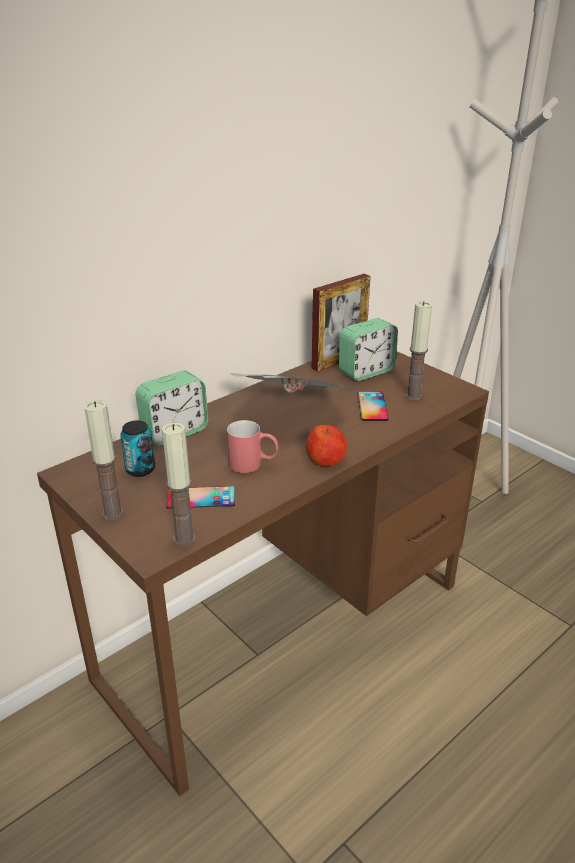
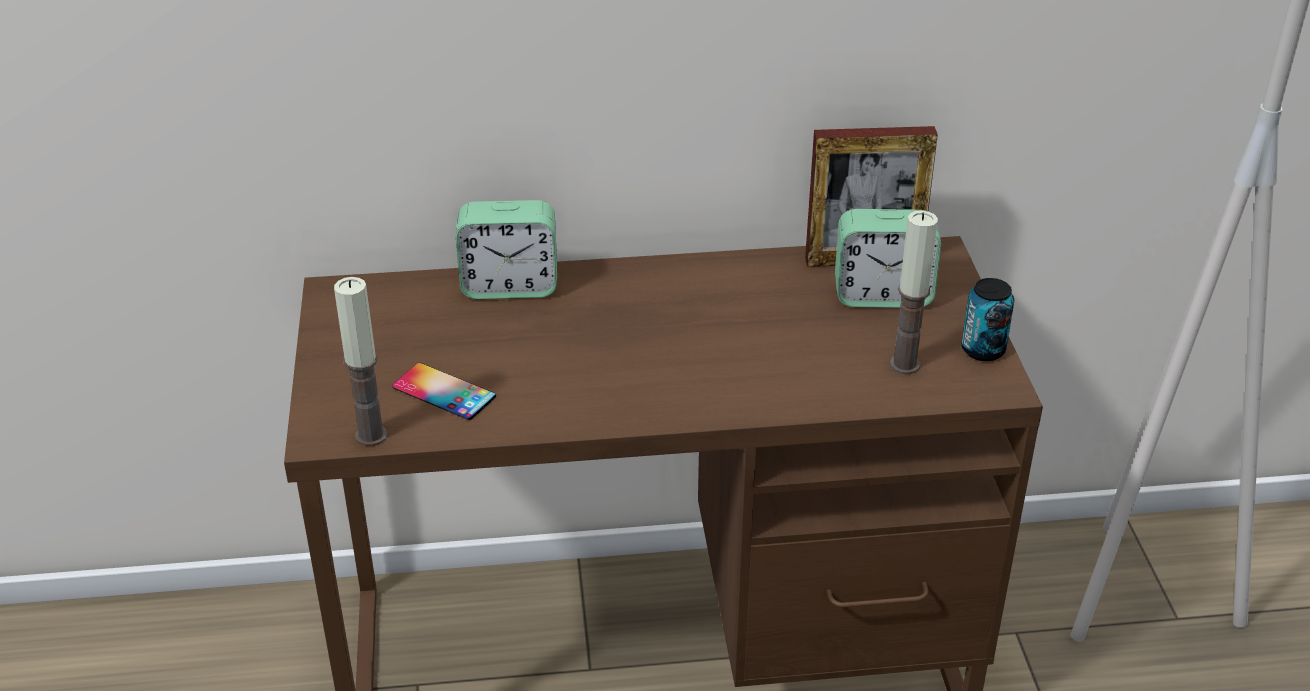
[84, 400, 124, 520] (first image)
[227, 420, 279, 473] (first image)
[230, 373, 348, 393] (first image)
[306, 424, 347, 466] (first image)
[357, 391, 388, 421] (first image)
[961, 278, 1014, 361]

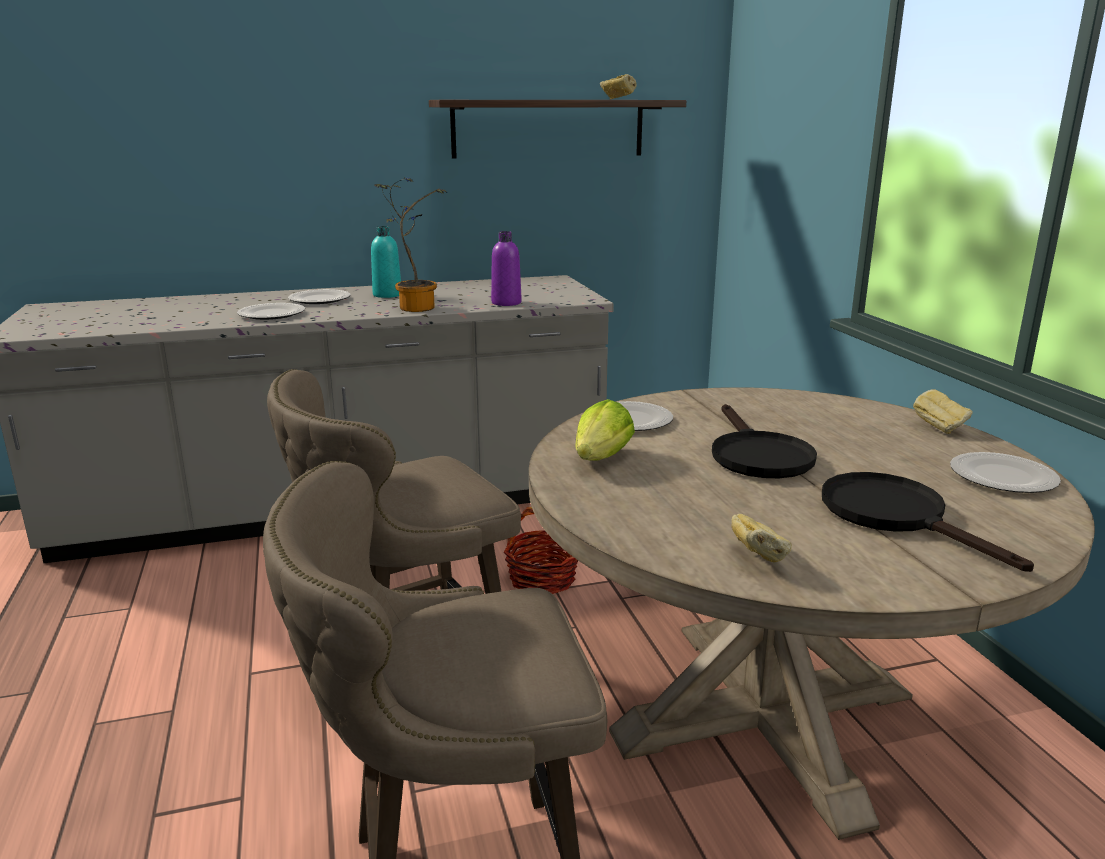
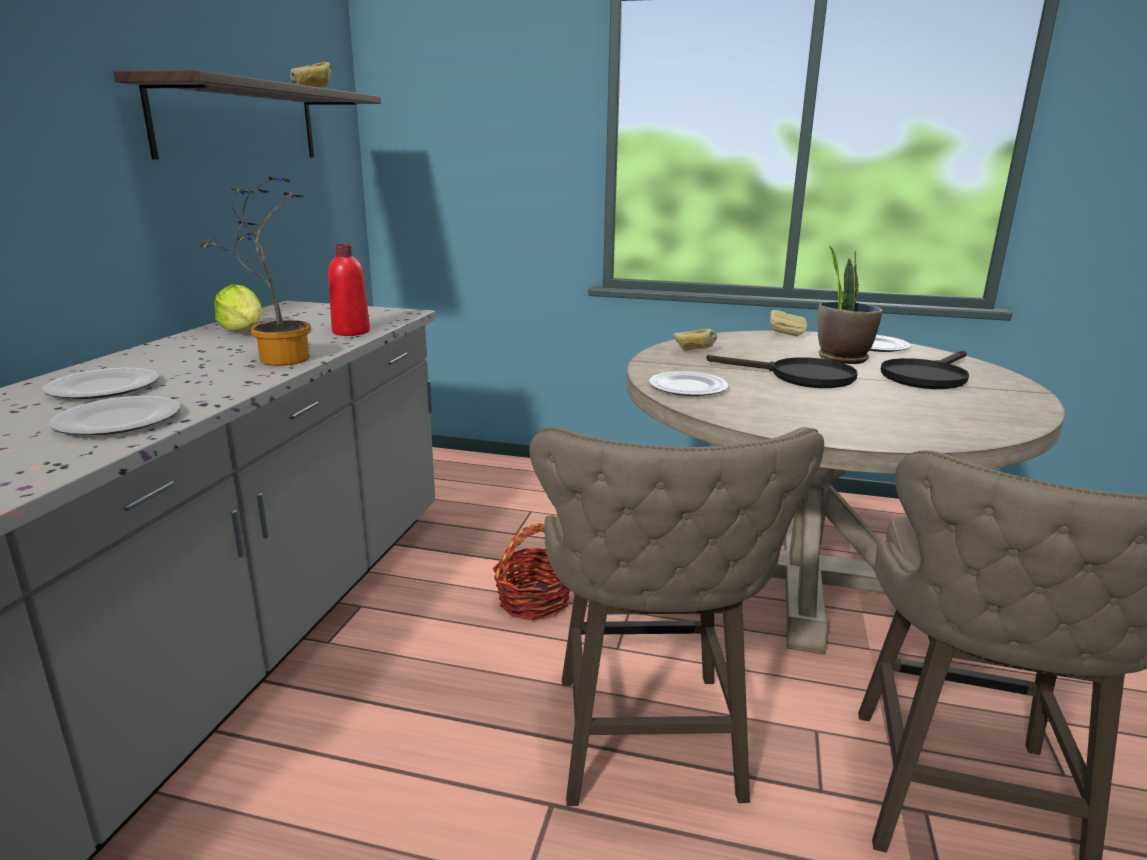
[371, 226, 401, 298] (first image)
[818, 246, 883, 364]
[214, 284, 262, 332]
[674, 329, 717, 351]
[328, 244, 370, 336]
[881, 351, 969, 389]

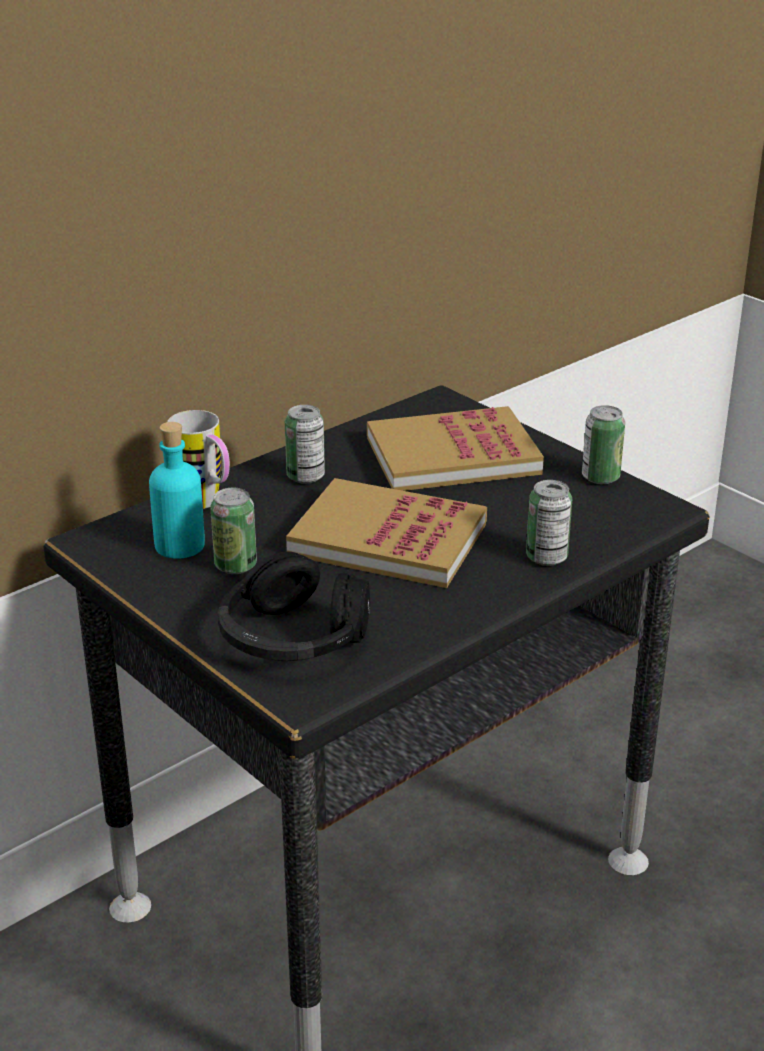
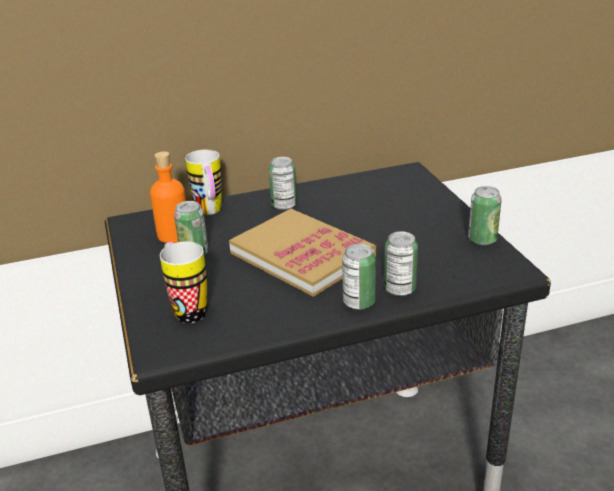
[367, 406, 544, 491] (first image)
[342, 244, 376, 310]
[160, 241, 207, 323]
[150, 151, 186, 243]

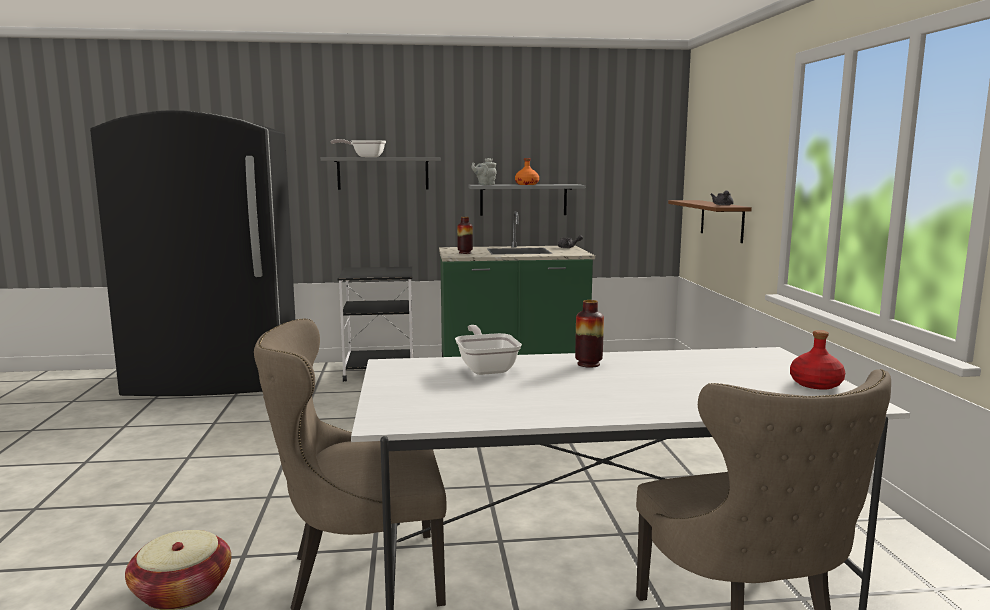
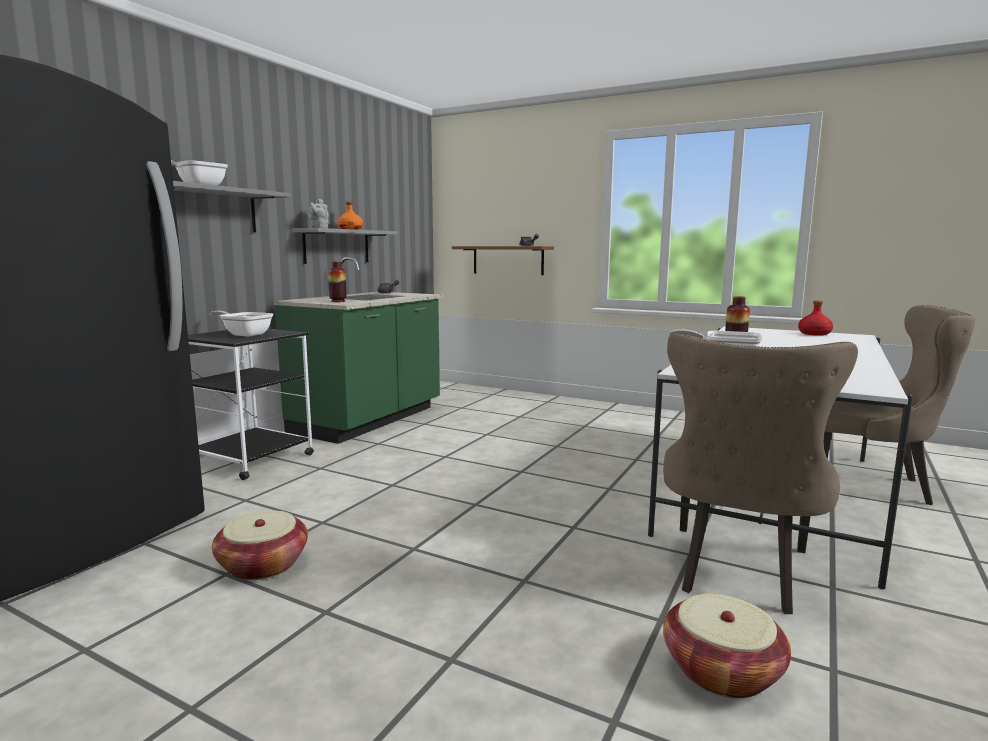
[210, 311, 273, 337]
[212, 511, 308, 580]

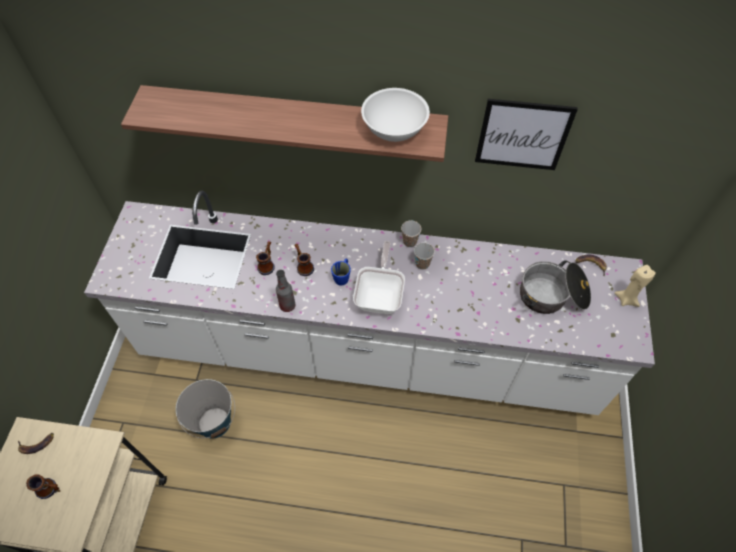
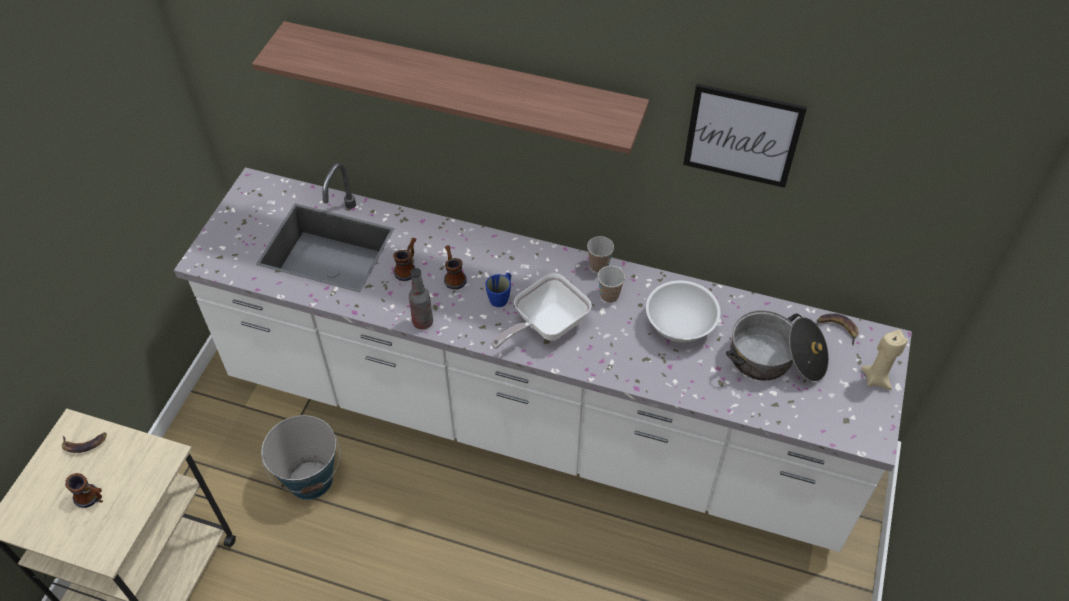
[646, 280, 720, 343]
[491, 273, 592, 349]

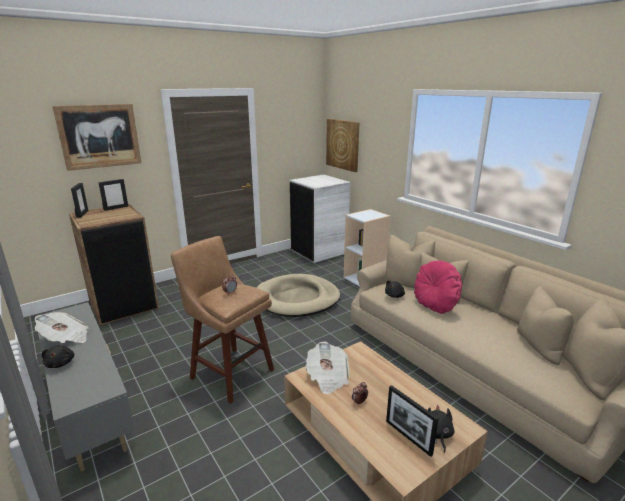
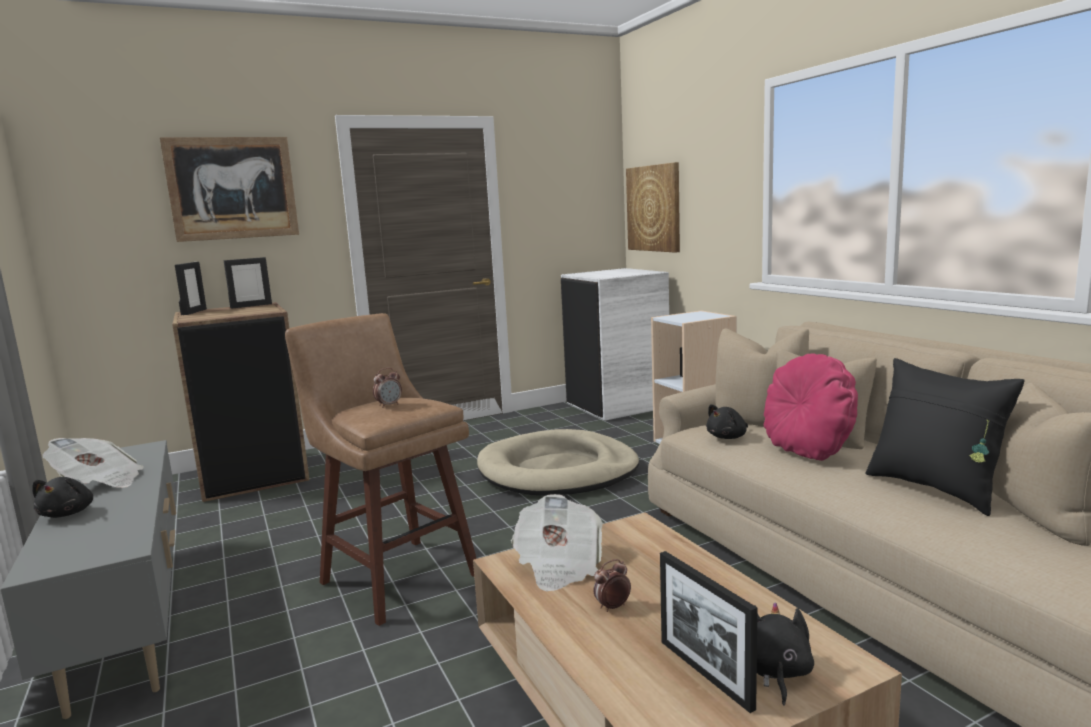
[866, 358, 1025, 516]

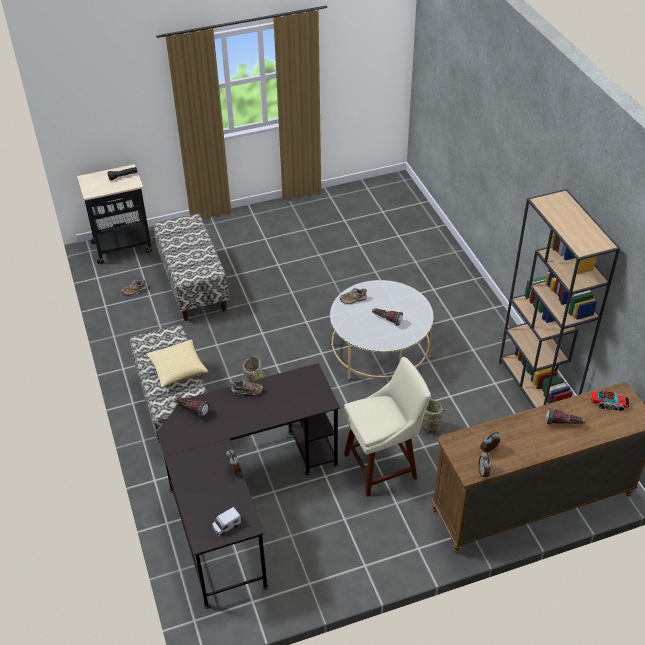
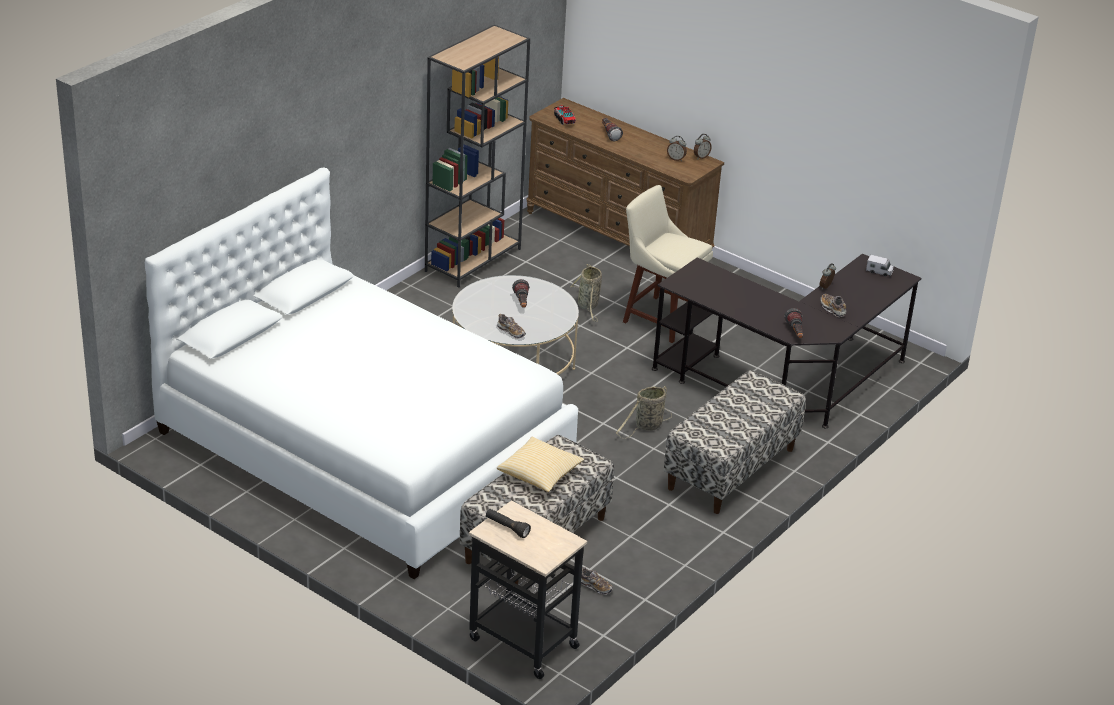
[145, 168, 578, 579]
[497, 437, 584, 492]
[820, 294, 846, 317]

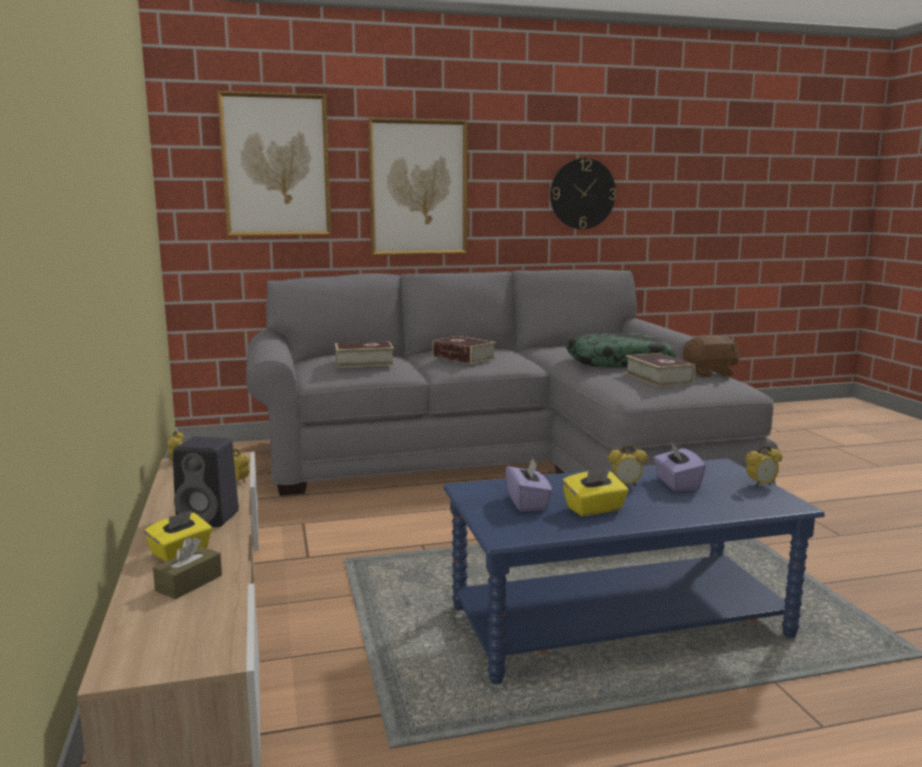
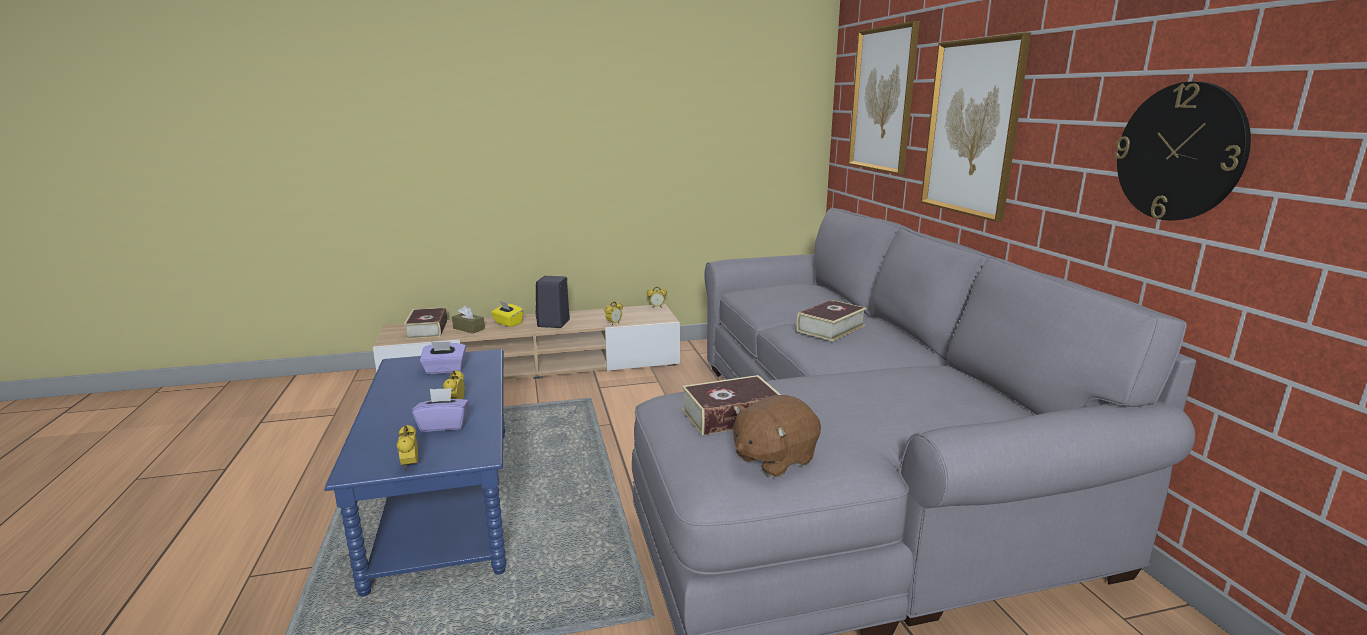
[562, 468, 628, 517] (first image)
[565, 333, 676, 368] (first image)
[404, 308, 447, 339]
[733, 395, 821, 477]

